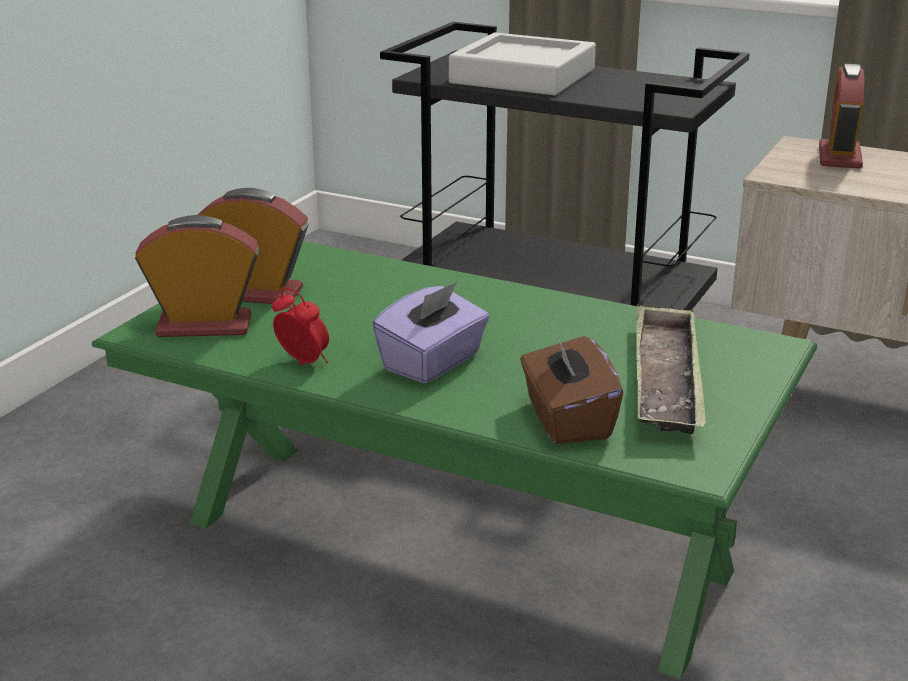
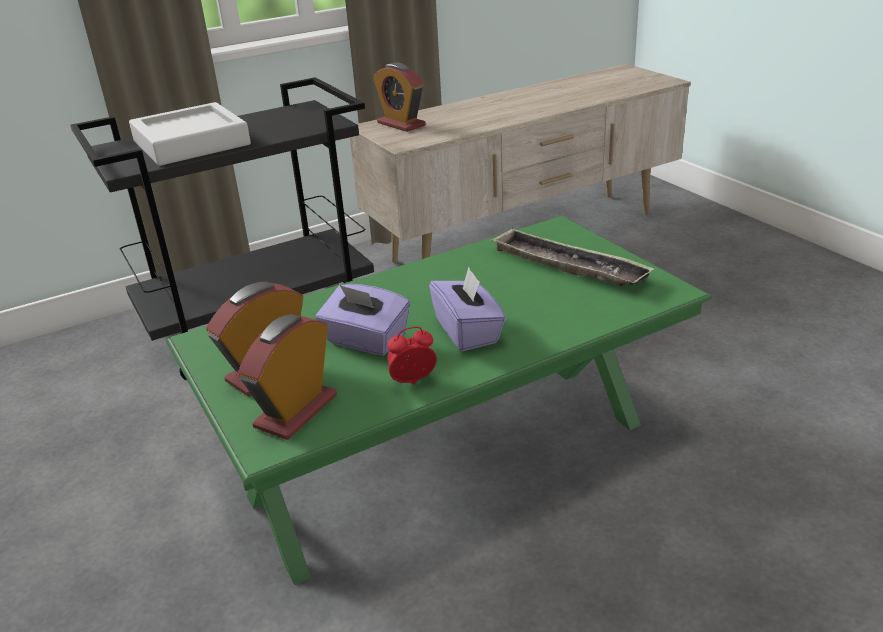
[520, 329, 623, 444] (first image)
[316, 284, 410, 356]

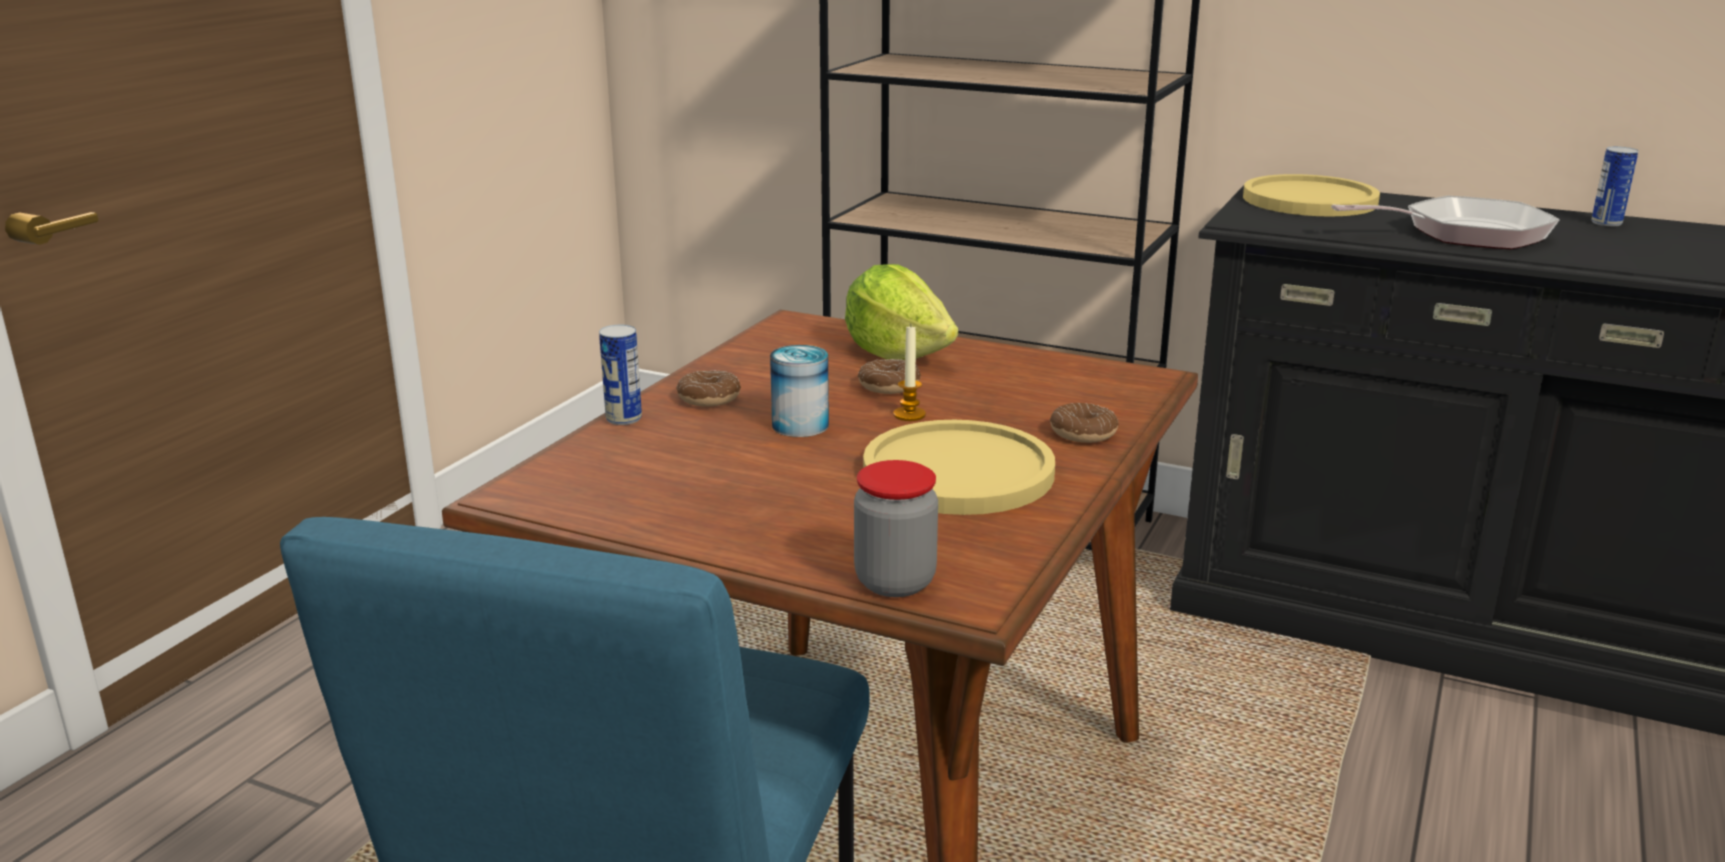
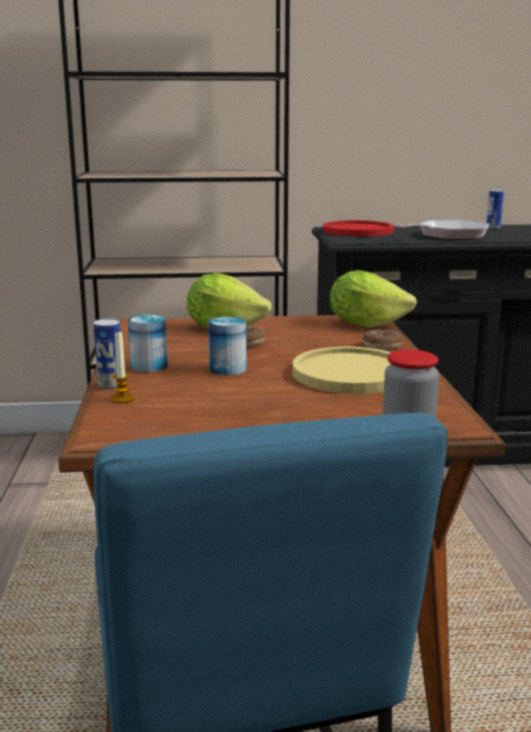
[330, 270, 417, 328]
[110, 330, 135, 403]
[128, 314, 168, 372]
[323, 220, 394, 237]

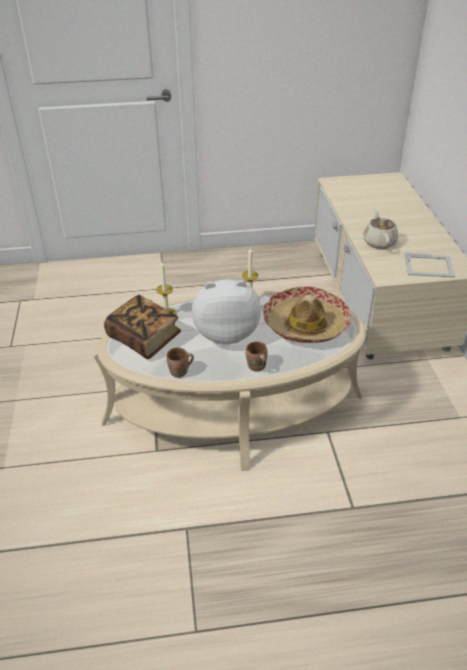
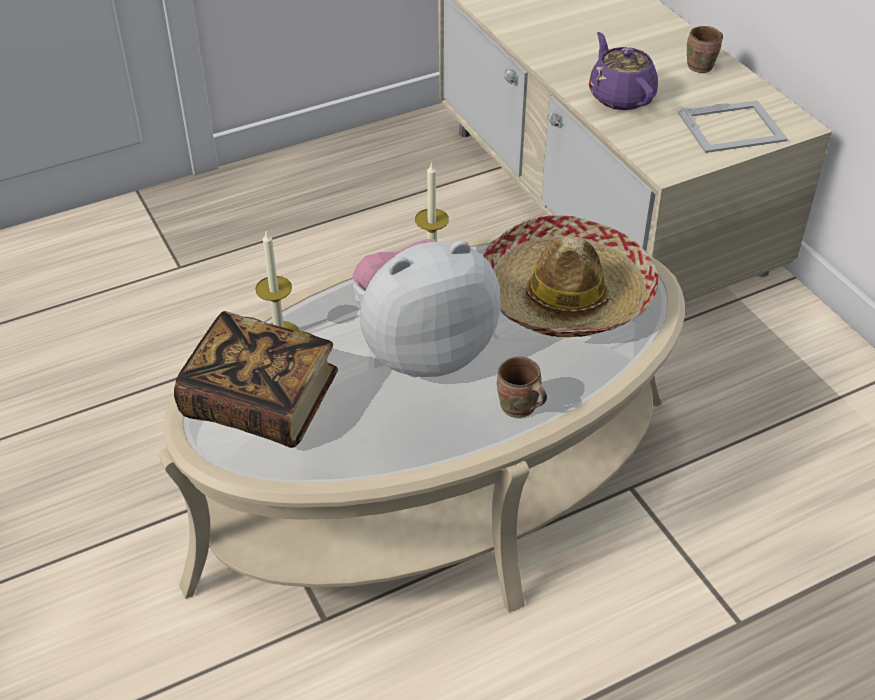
[687, 26, 723, 73]
[589, 32, 658, 110]

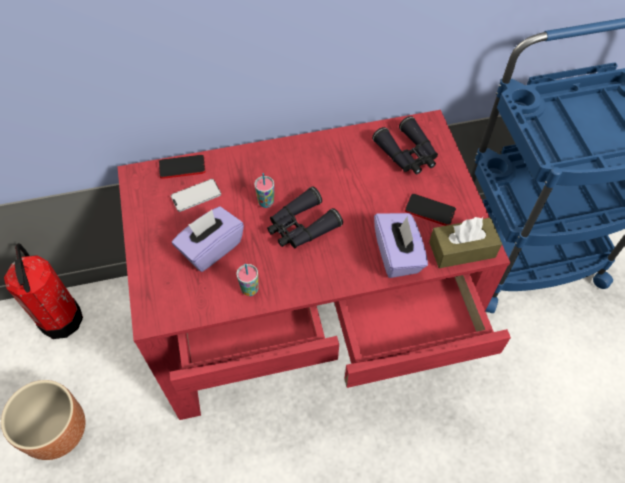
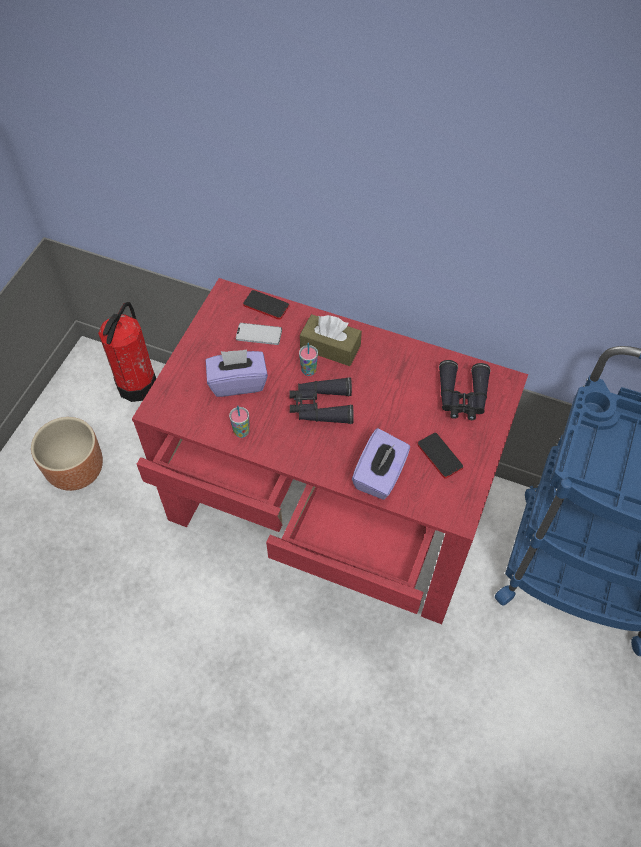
[300, 314, 362, 366]

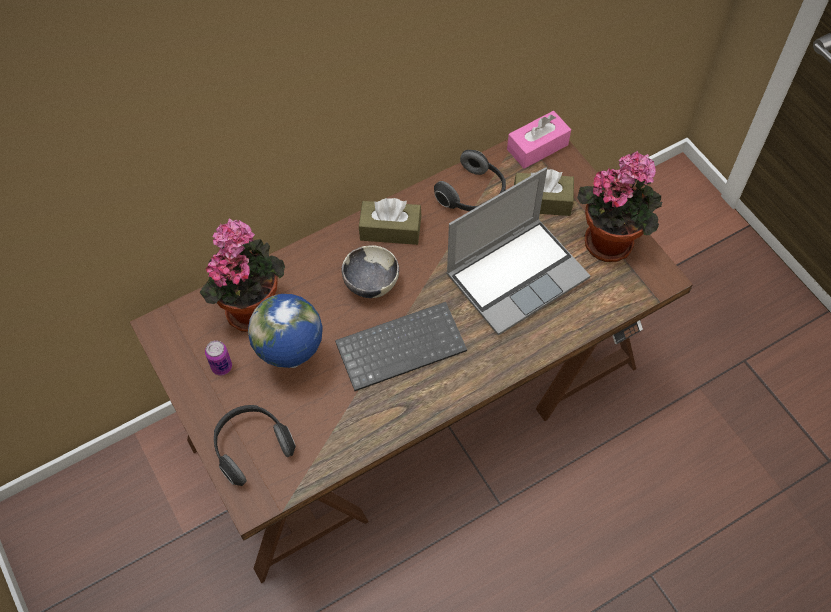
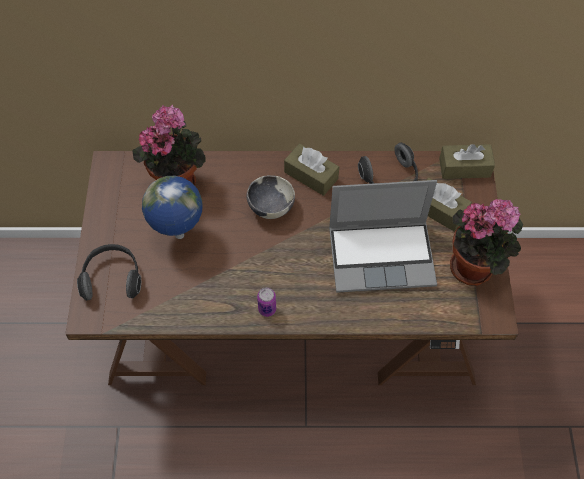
[335, 302, 467, 391] (first image)
[257, 287, 276, 317]
[439, 144, 495, 179]

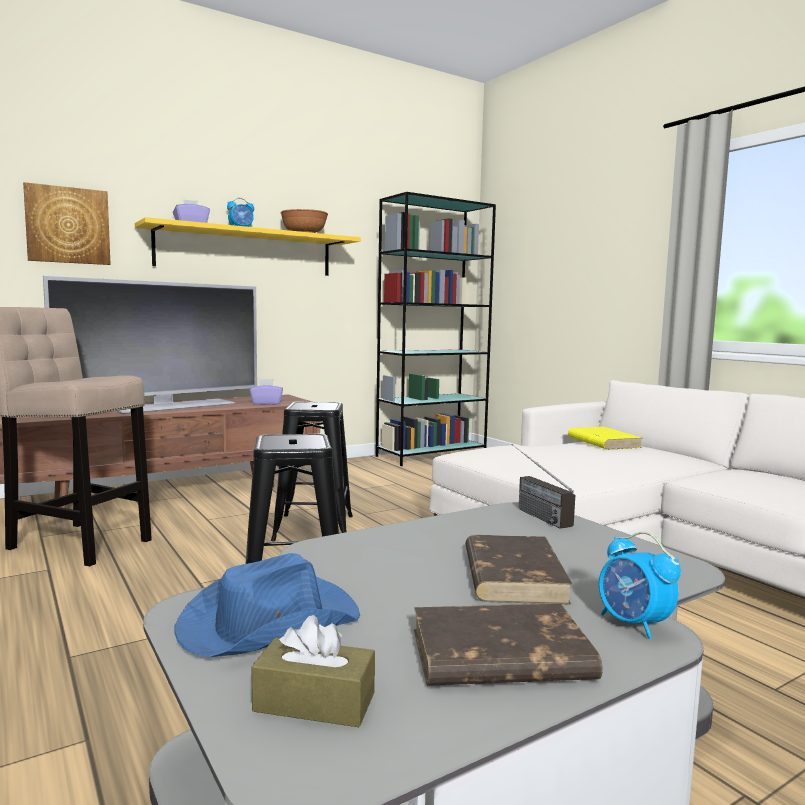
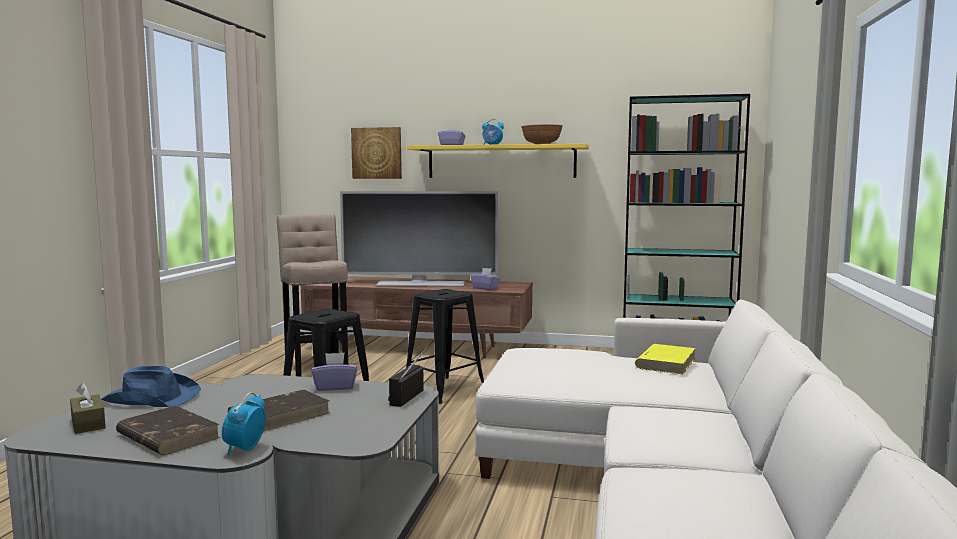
[311, 353, 357, 391]

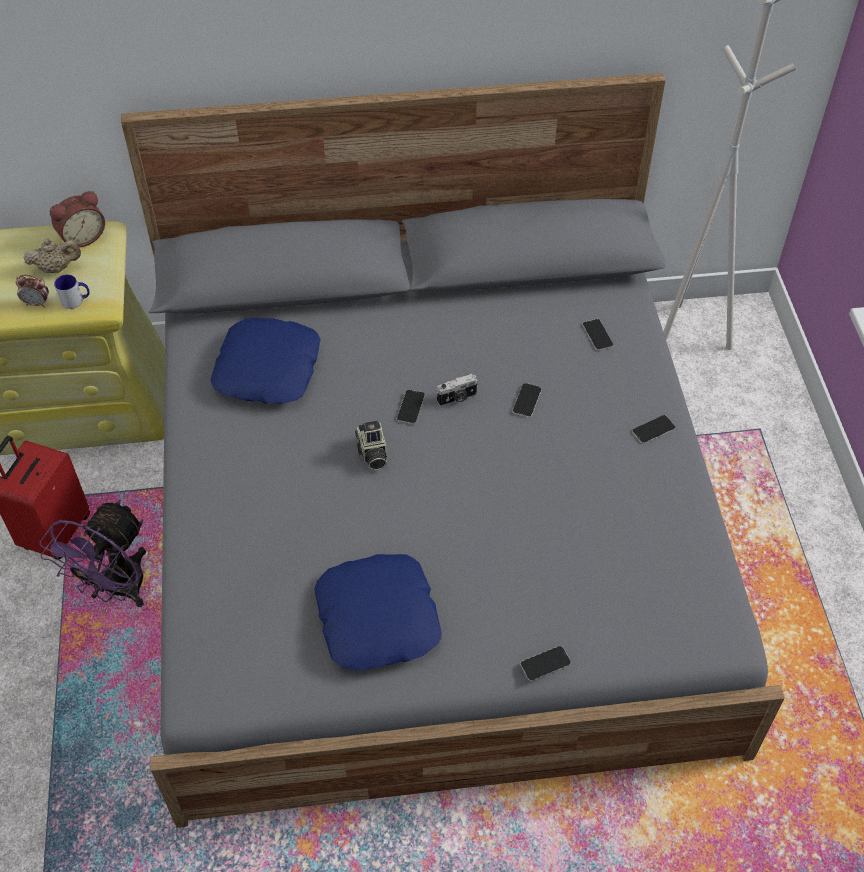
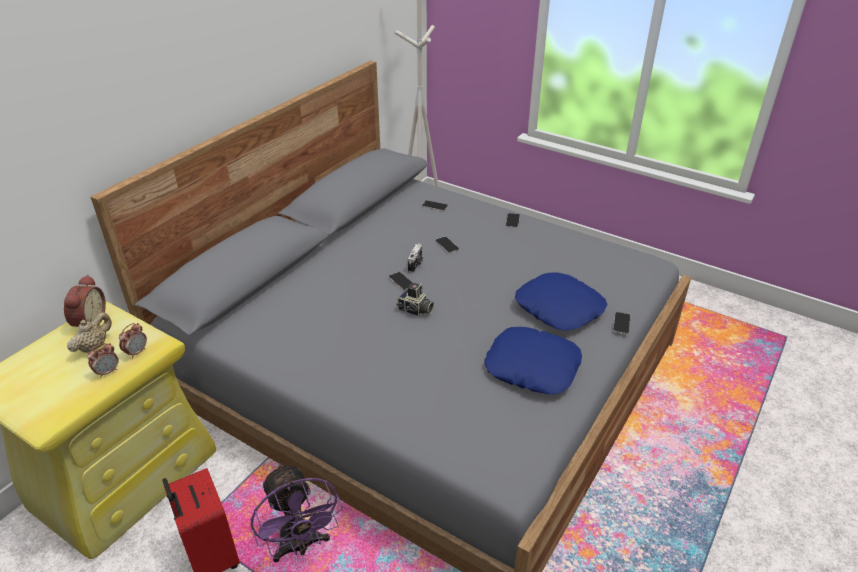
[515, 272, 608, 331]
[119, 323, 147, 358]

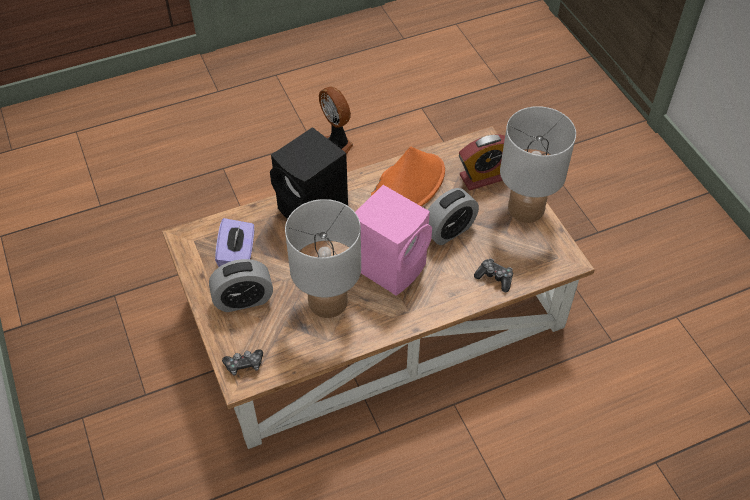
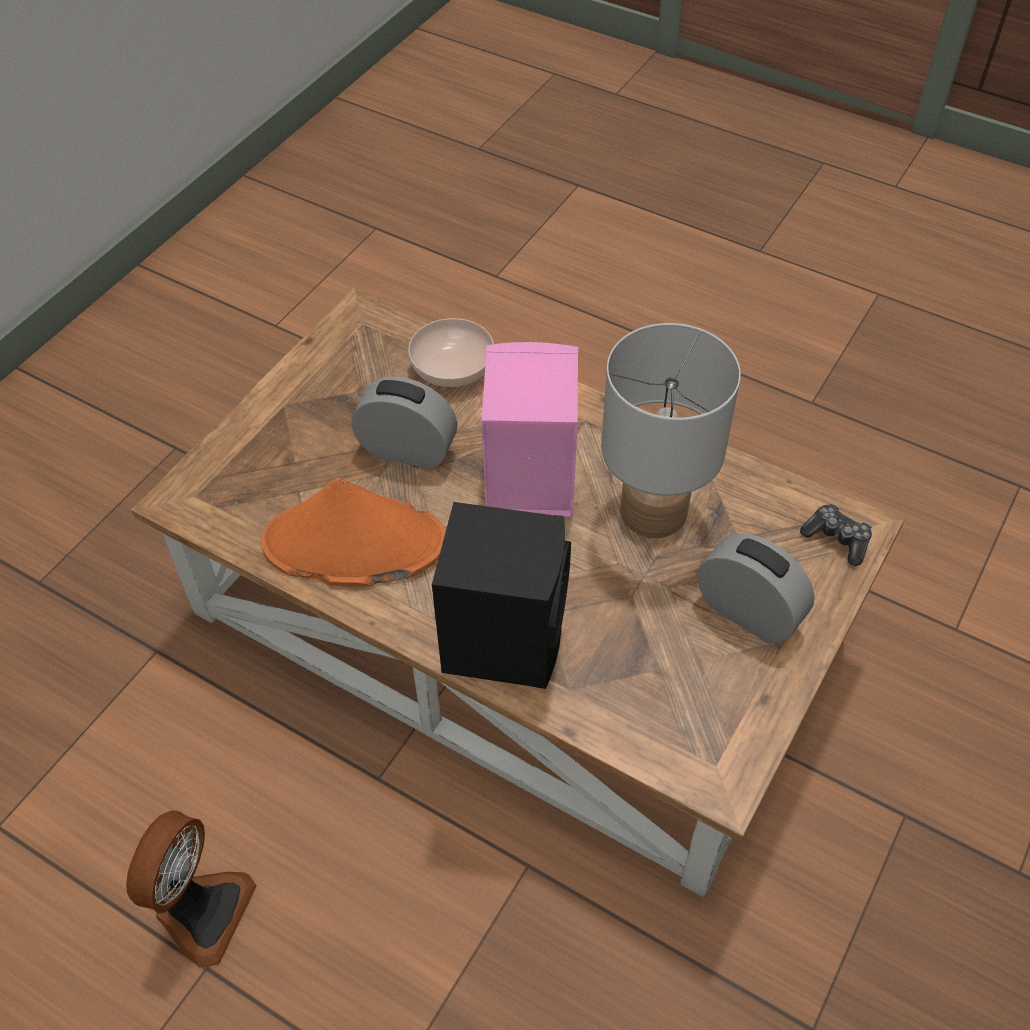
[215, 218, 254, 267] (first image)
[459, 134, 505, 190] (first image)
[500, 106, 576, 223] (first image)
[408, 318, 494, 387]

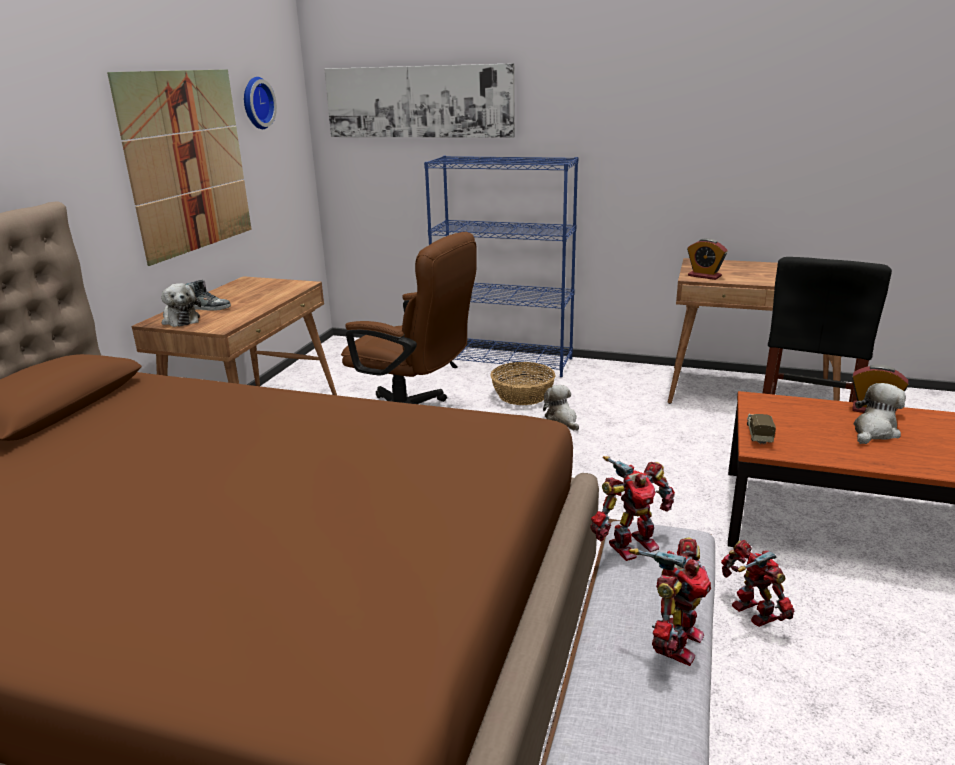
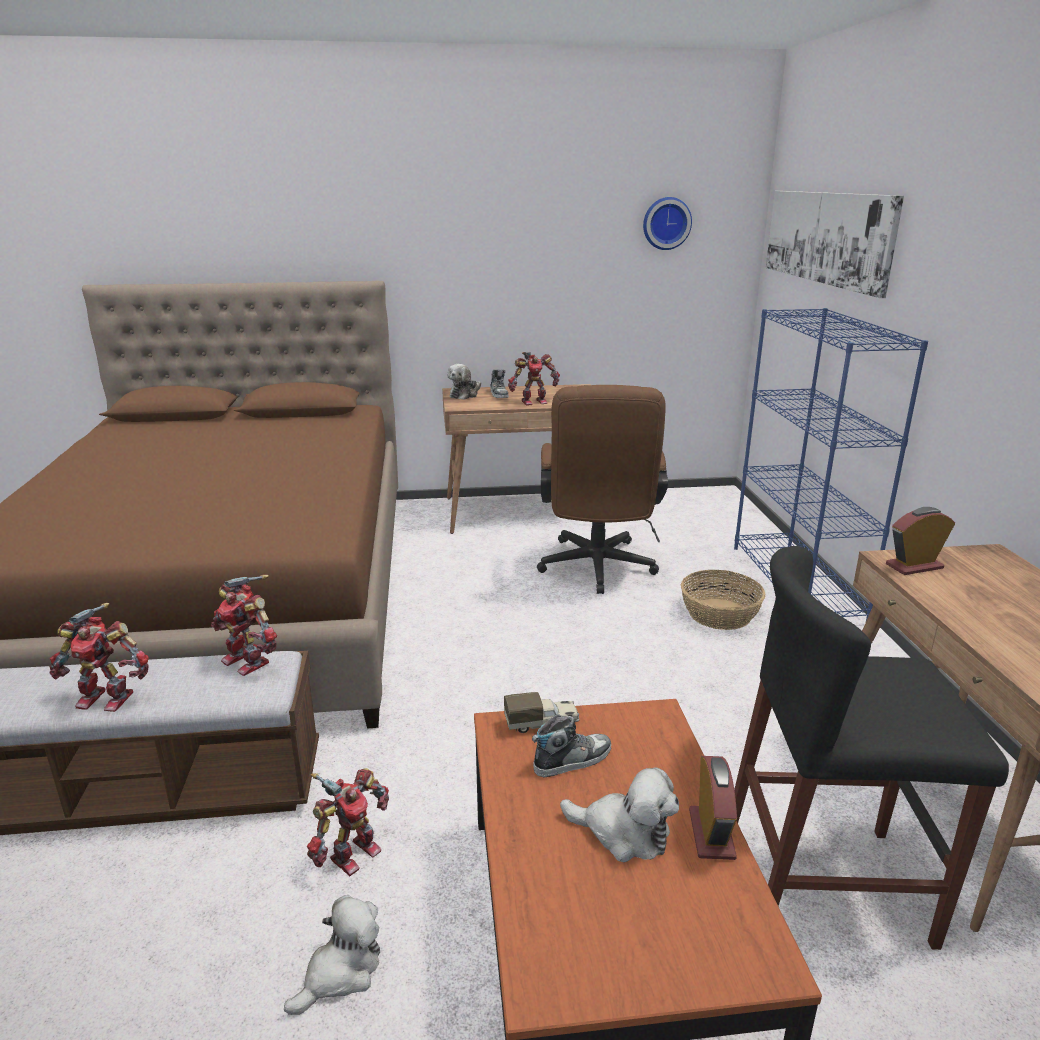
[107, 69, 252, 266] (first image)
[508, 352, 560, 406]
[532, 714, 612, 778]
[284, 895, 380, 1015]
[886, 507, 955, 575]

